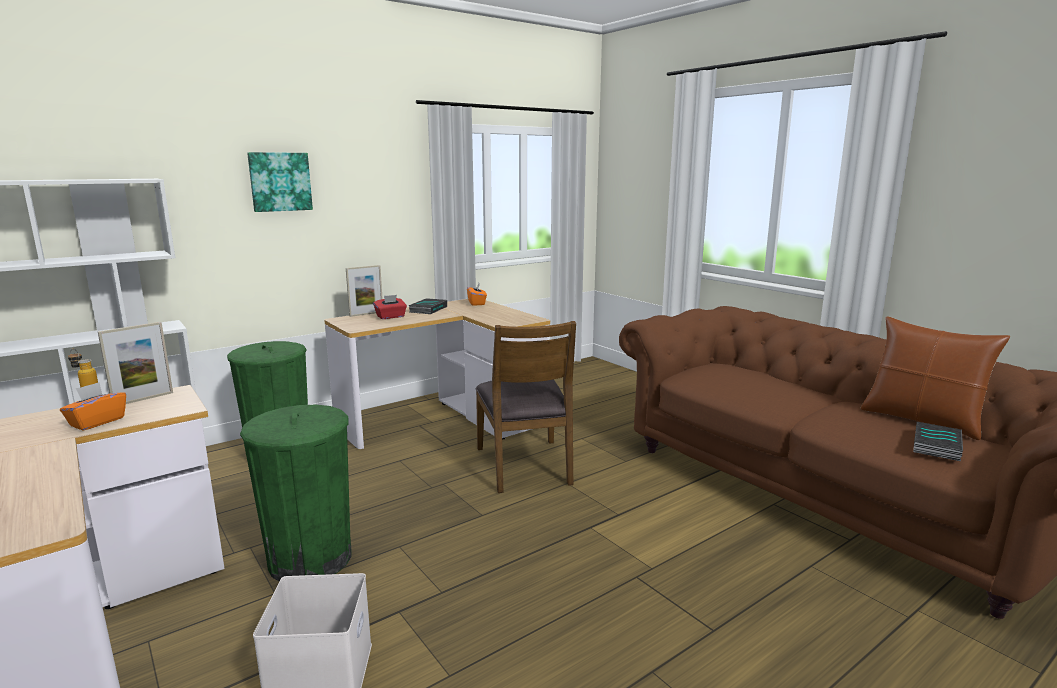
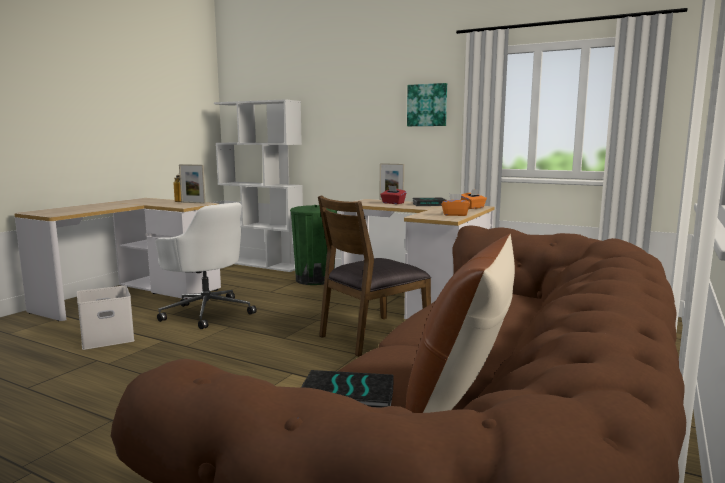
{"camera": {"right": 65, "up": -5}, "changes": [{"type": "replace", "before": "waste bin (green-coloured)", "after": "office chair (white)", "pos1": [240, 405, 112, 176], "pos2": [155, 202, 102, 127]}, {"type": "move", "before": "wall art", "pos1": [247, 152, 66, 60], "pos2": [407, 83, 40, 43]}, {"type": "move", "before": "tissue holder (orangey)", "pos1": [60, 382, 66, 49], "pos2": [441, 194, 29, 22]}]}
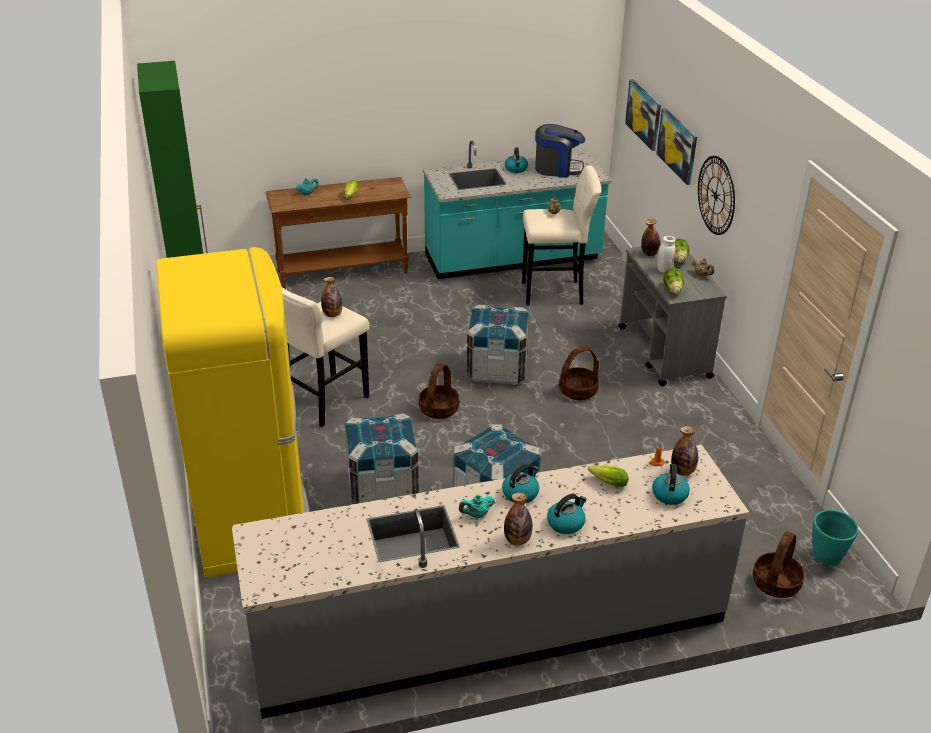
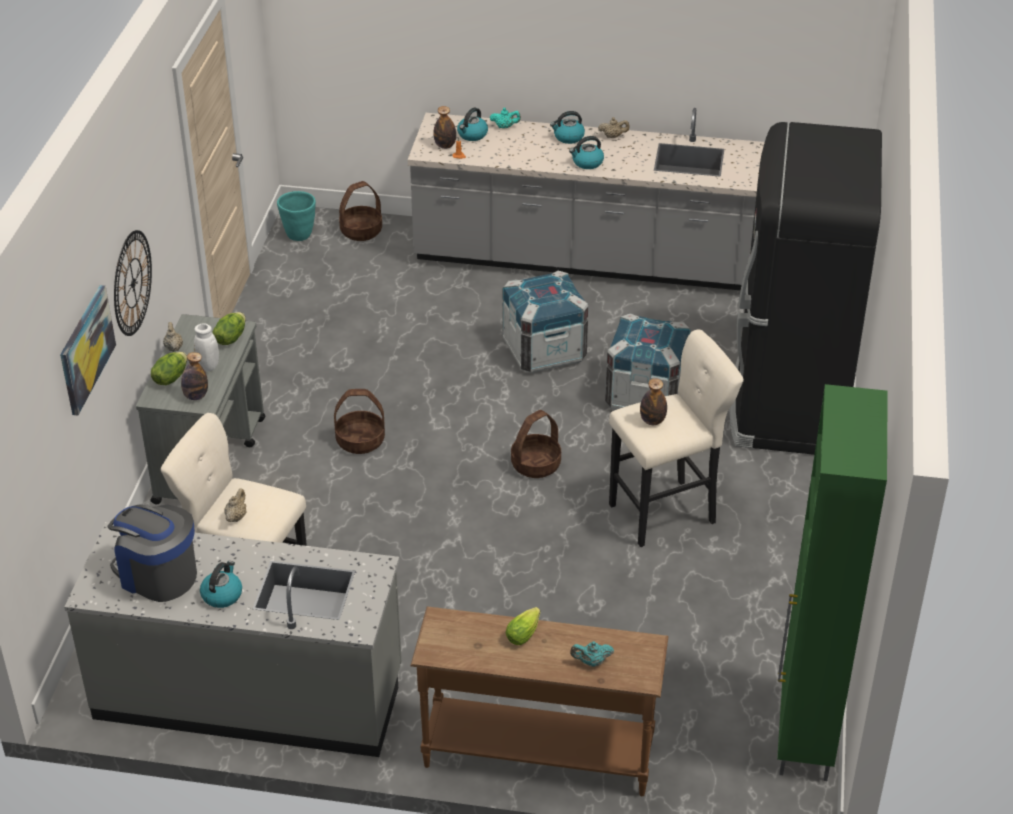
{"camera": {"right": -155, "up": 5}, "changes": [{"type": "recolor", "before": "kitchen base unit (turquoise-coloured)", "after": "kitchen base unit (gray)", "pos1": [423, 140, 189, 139], "pos2": [64, 522, 338, 235]}, {"type": "move", "before": "teapot (turquoise-coloured)", "pos1": [459, 495, 36, 23], "pos2": [490, 108, 31, 21]}, {"type": "replace", "before": "drink bottle", "after": "teapot (beige-coloured)", "pos1": [504, 493, 29, 52], "pos2": [598, 117, 32, 21]}, {"type": "recolor", "before": "refrigerator (yellow)", "after": "refrigerator (black-coloured)", "pos1": [156, 247, 153, 331], "pos2": [729, 122, 153, 333]}, {"type": "delete", "before": "packing crate", "pos1": [466, 305, 63, 80]}, {"type": "delete", "before": "head of lettuce", "pos1": [588, 465, 41, 22]}, {"type": "delete", "before": "wall art", "pos1": [625, 79, 36, 72]}]}
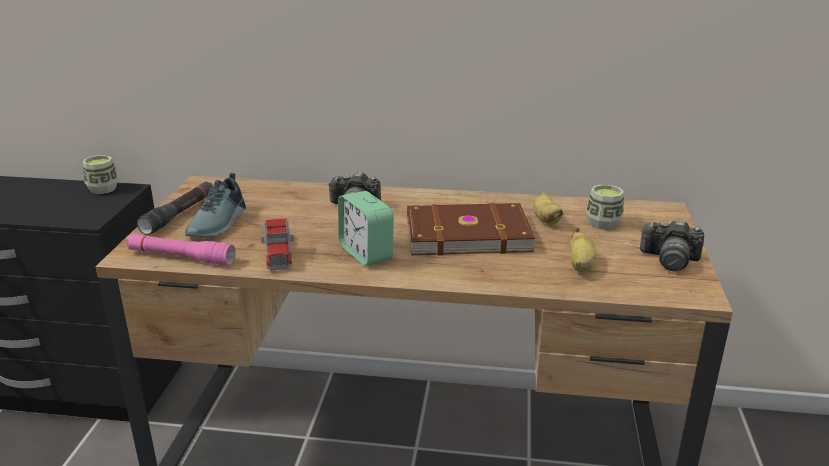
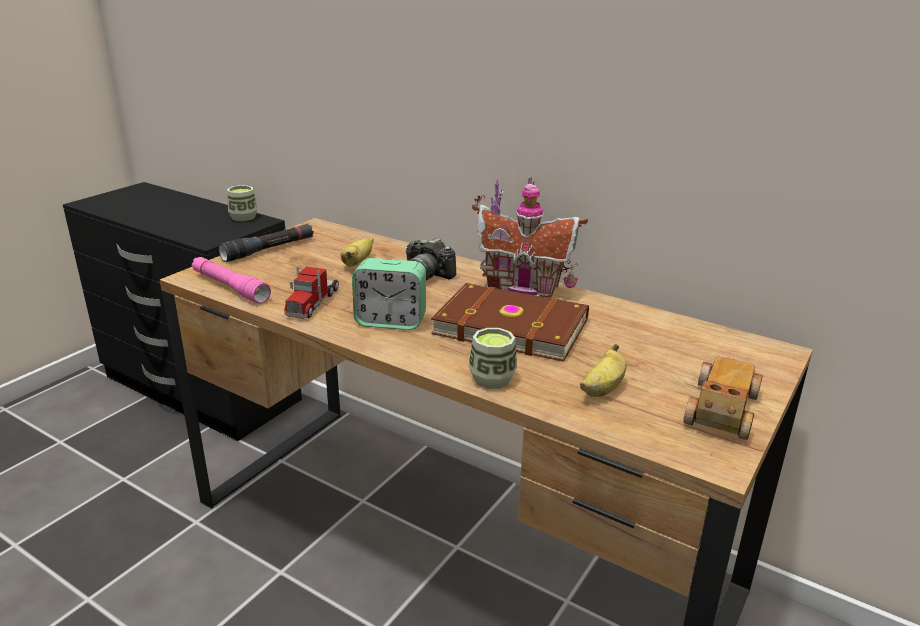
{"camera": {"right": 25, "up": 0}, "changes": [{"type": "move", "before": "banana fruit", "pos1": [533, 192, 30, 33], "pos2": [340, 238, 34, 29]}, {"type": "rotate", "before": "table clock", "pos1": [338, 191, 56, 75], "pos2": [352, 258, 74, 72], "turn": -75}, {"type": "move", "before": "drinking cup", "pos1": [586, 184, 38, 46], "pos2": [469, 328, 48, 61]}, {"type": "insert", "after": "toy house", "pos2": [472, 177, 116, 121]}, {"type": "replace", "before": "photo camera", "after": "model car", "pos1": [640, 219, 64, 52], "pos2": [684, 357, 79, 83]}, {"type": "delete", "before": "low shoe", "pos1": [185, 173, 61, 64]}]}
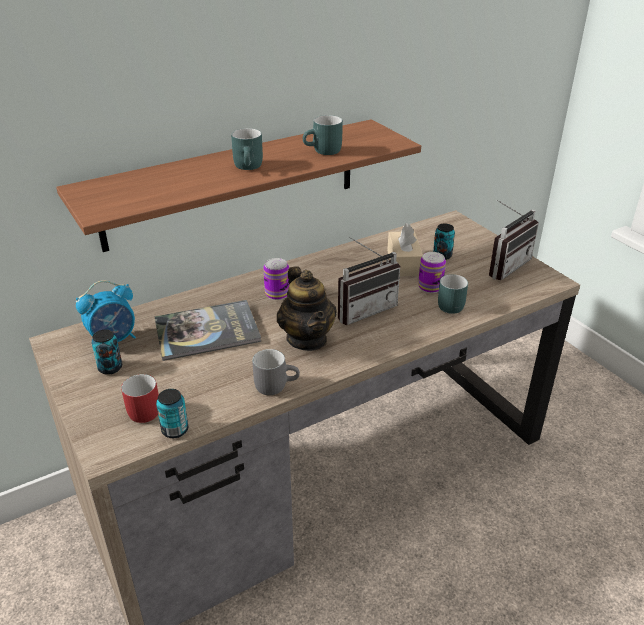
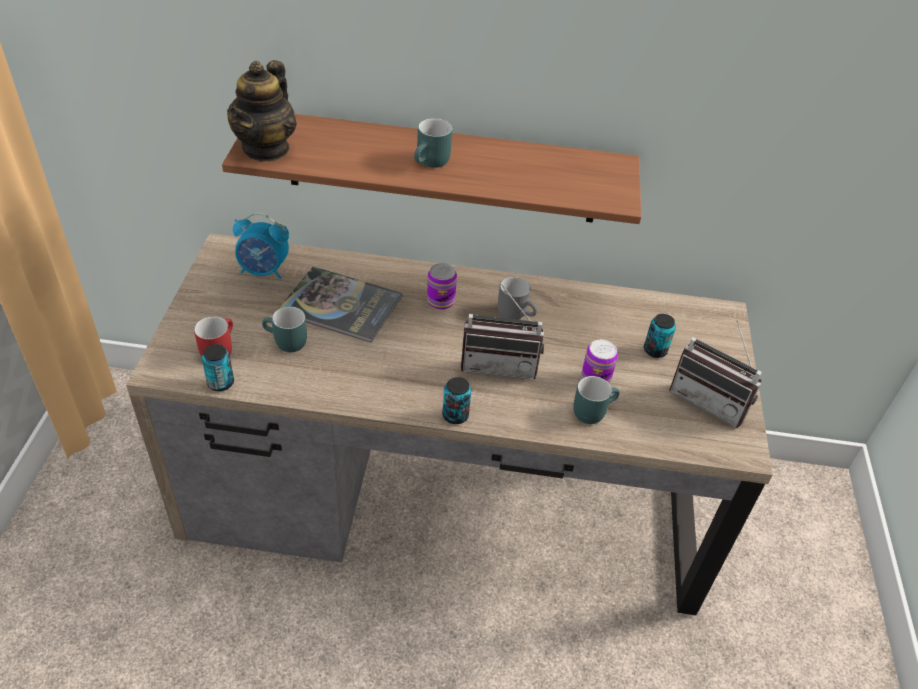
{"camera": {"right": 35, "up": 10}, "changes": [{"type": "move", "before": "teapot", "pos1": [277, 266, 60, 85], "pos2": [227, 60, 70, 101]}, {"type": "move", "before": "tea mug (turquoise-coloured)", "pos1": [303, 115, 40, 40], "pos2": [262, 306, 45, 46]}, {"type": "move", "before": "can", "pos1": [91, 329, 31, 46], "pos2": [442, 377, 29, 47]}, {"type": "move", "before": "tea mug (gray)", "pos1": [252, 349, 48, 46], "pos2": [498, 277, 39, 43]}, {"type": "rotate", "before": "radio receiver", "pos1": [489, 200, 50, 80], "pos2": [669, 320, 93, 108], "turn": 45}, {"type": "delete", "before": "tissue holder (beige-coloured)", "pos1": [387, 223, 36, 53]}]}
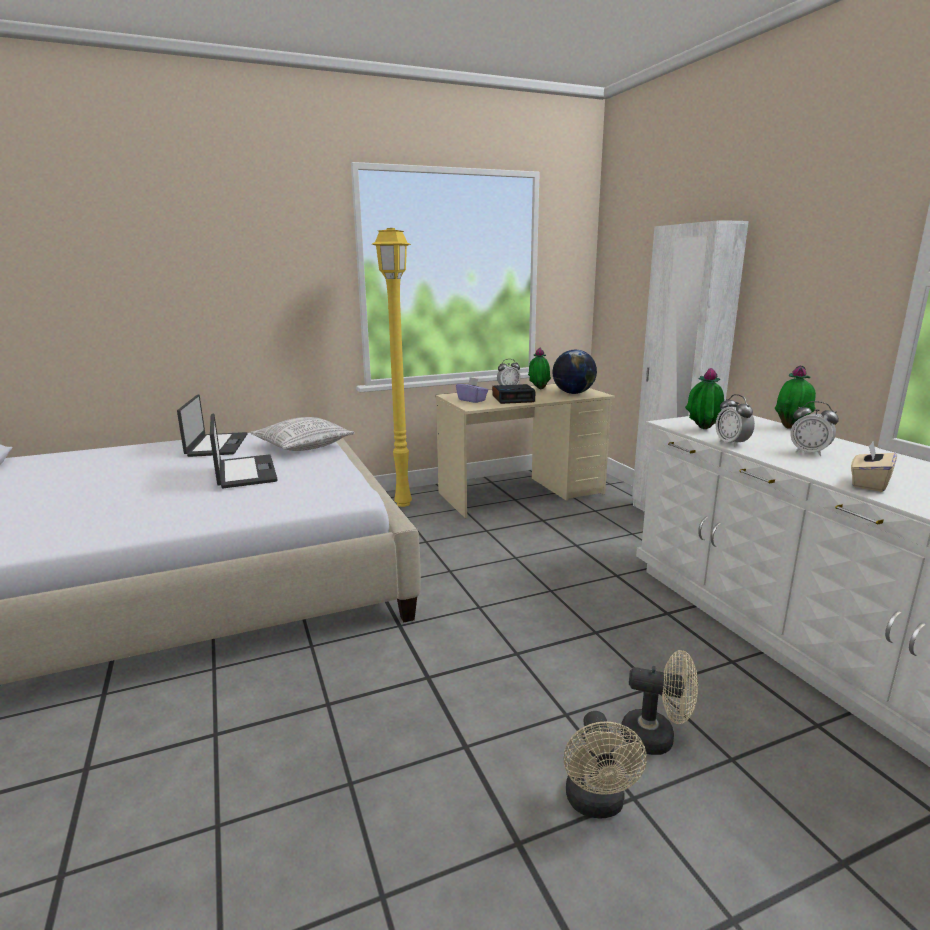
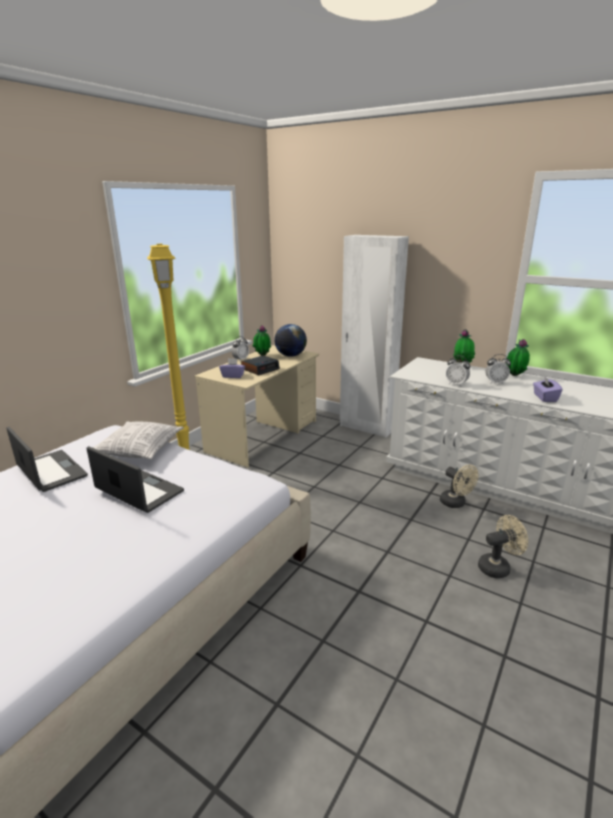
{"camera": {"right": -35, "up": 5}, "changes": [{"type": "move", "before": "fan (beige-coloured)", "pos1": [564, 711, 83, 108], "pos2": [440, 465, 39, 43]}, {"type": "move", "before": "houseplant", "pos1": [685, 368, 39, 61], "pos2": [506, 339, 24, 37]}, {"type": "recolor", "before": "tissue holder (beige-coloured)", "after": "tissue holder (purple-coloured)", "pos1": [851, 441, 46, 51], "pos2": [533, 376, 29, 26]}]}
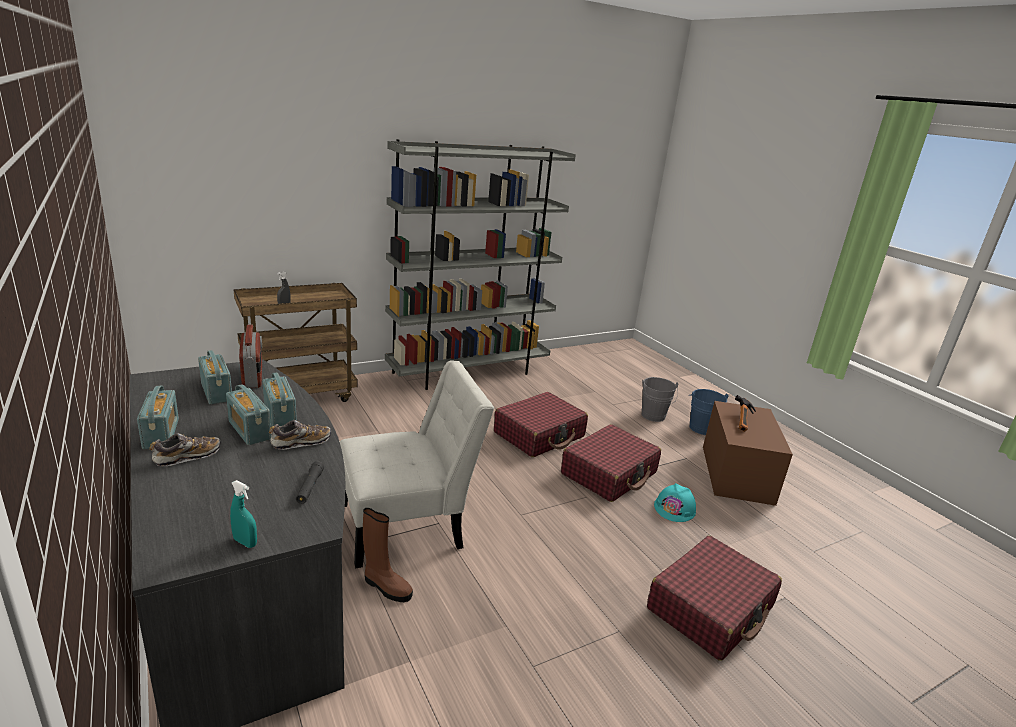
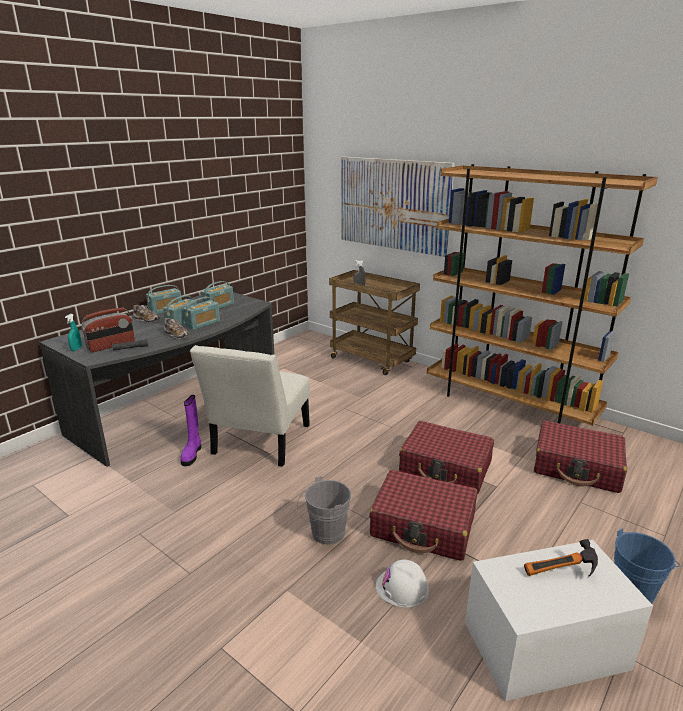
{"camera": {"right": 70, "up": 0}, "changes": [{"type": "move", "before": "radio receiver", "pos1": [239, 324, 23, 64], "pos2": [81, 308, 54, 44]}, {"type": "recolor", "before": "high-top boot (brown-coloured)", "after": "high-top boot (purple-coloured)", "pos1": [363, 508, 50, 94], "pos2": [180, 395, 21, 71]}, {"type": "rotate", "before": "chair (white)", "pos1": [339, 360, 155, 208], "pos2": [190, 345, 120, 122], "turn": 60}, {"type": "move", "before": "pail (gray)", "pos1": [641, 377, 38, 45], "pos2": [297, 476, 54, 69]}, {"type": "insert", "after": "wall art", "pos2": [341, 157, 114, 100]}, {"type": "recolor", "before": "safety helmet (turquoise-coloured)", "after": "safety helmet (white)", "pos1": [654, 483, 42, 39], "pos2": [376, 560, 53, 48]}, {"type": "recolor", "before": "bookcase (gray)", "after": "bookcase (brown-coloured)", "pos1": [385, 139, 191, 251], "pos2": [427, 164, 231, 262]}, {"type": "recolor", "before": "storage bin (brown-coloured)", "after": "storage bin (white)", "pos1": [703, 401, 90, 105], "pos2": [465, 540, 188, 161]}, {"type": "move", "before": "piece of luggage (red-coloured)", "pos1": [647, 536, 135, 125], "pos2": [534, 420, 93, 73]}]}
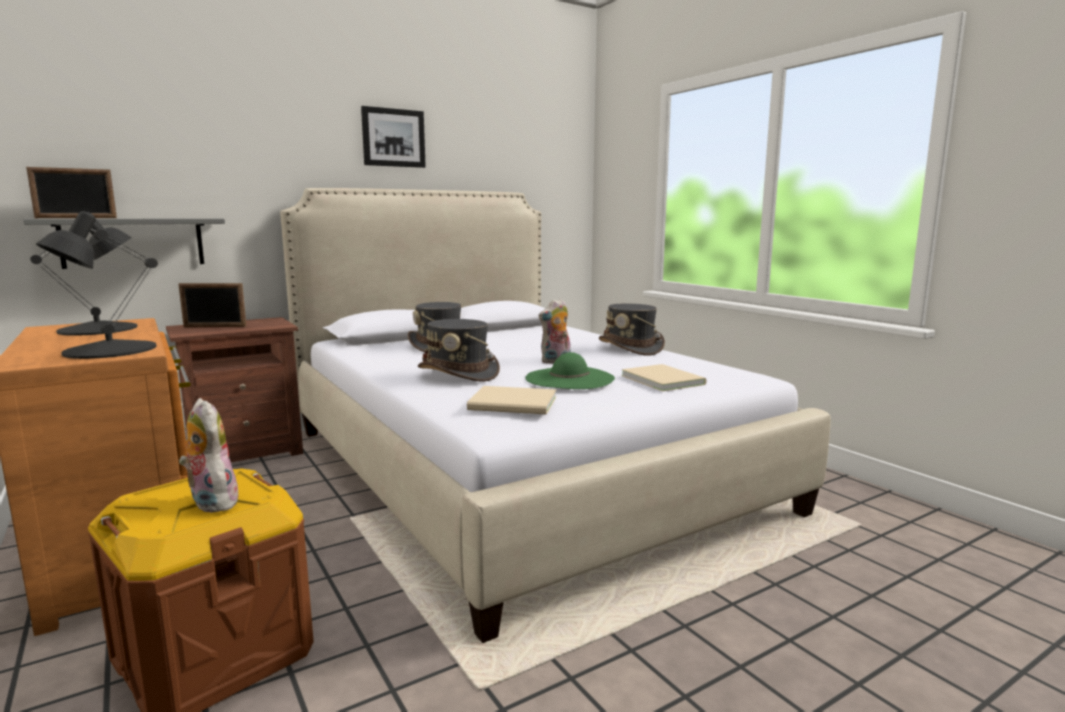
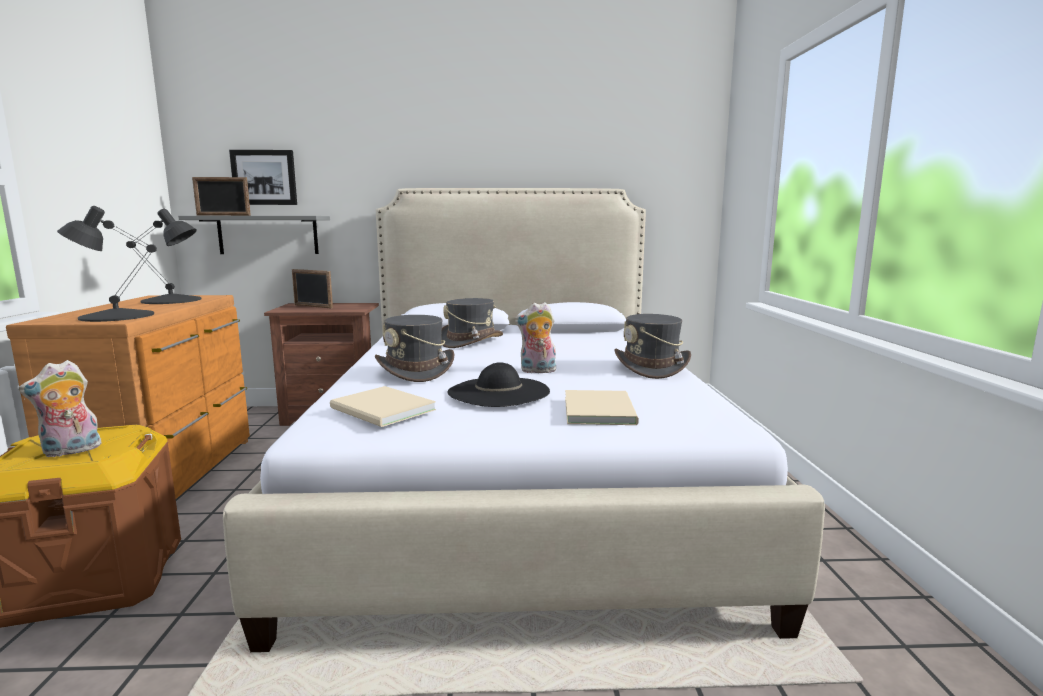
{"camera": {"right": 30, "up": 0}, "changes": [{"type": "rotate", "before": "soft toy", "pos1": [179, 398, 59, 115], "pos2": [19, 360, 83, 97], "turn": -120}, {"type": "move", "before": "wall art", "pos1": [361, 106, 65, 62], "pos2": [229, 150, 68, 55]}, {"type": "recolor", "before": "hat (green-coloured)", "after": "hat (black-coloured)", "pos1": [525, 352, 90, 37], "pos2": [448, 362, 102, 45]}]}
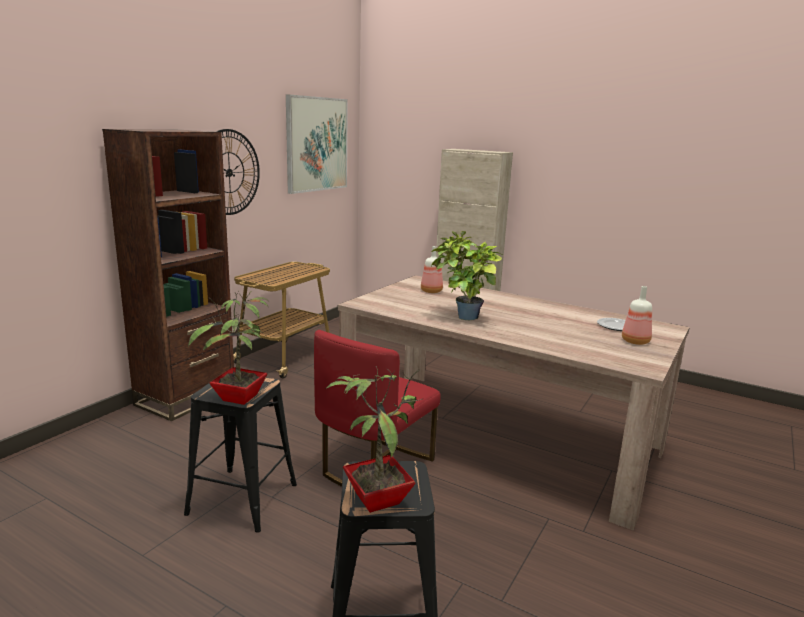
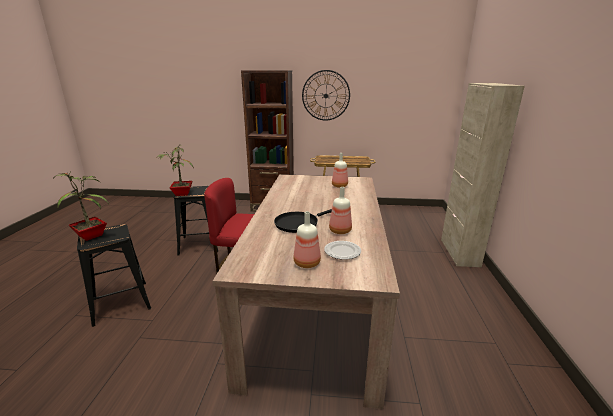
{"camera": {"right": 65, "up": 5}, "changes": [{"type": "insert", "after": "frying pan (black-coloured)", "pos2": [274, 209, 58, 24]}, {"type": "insert", "after": "drink bottle", "pos2": [329, 187, 23, 47]}, {"type": "delete", "before": "wall art", "pos1": [286, 94, 62, 100]}, {"type": "delete", "before": "houseplant", "pos1": [431, 231, 71, 89]}]}
